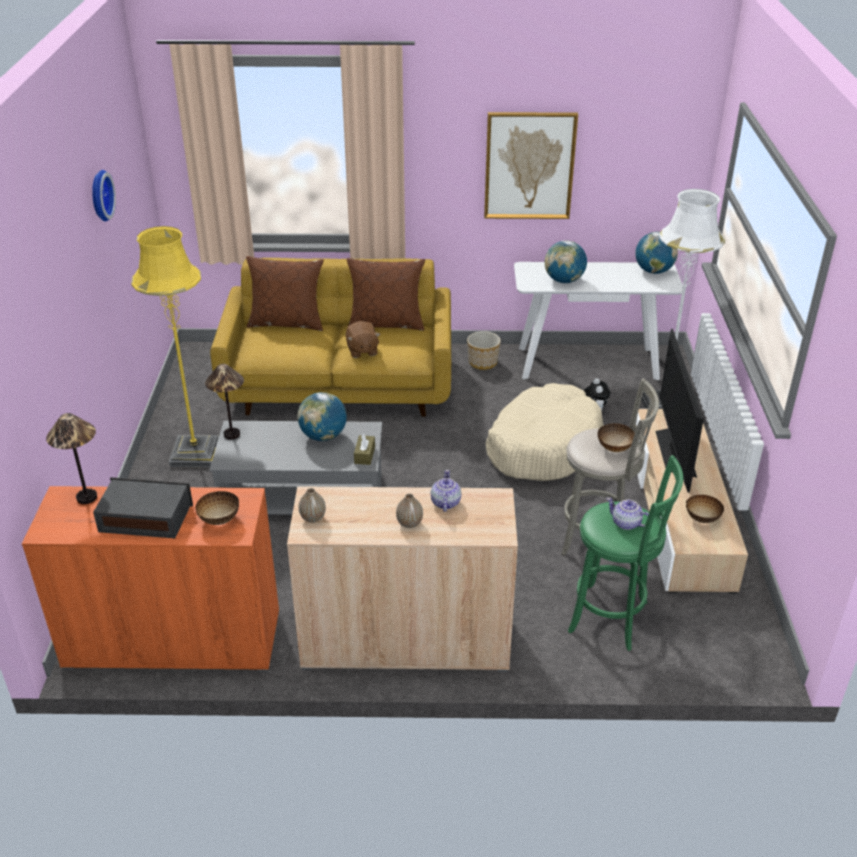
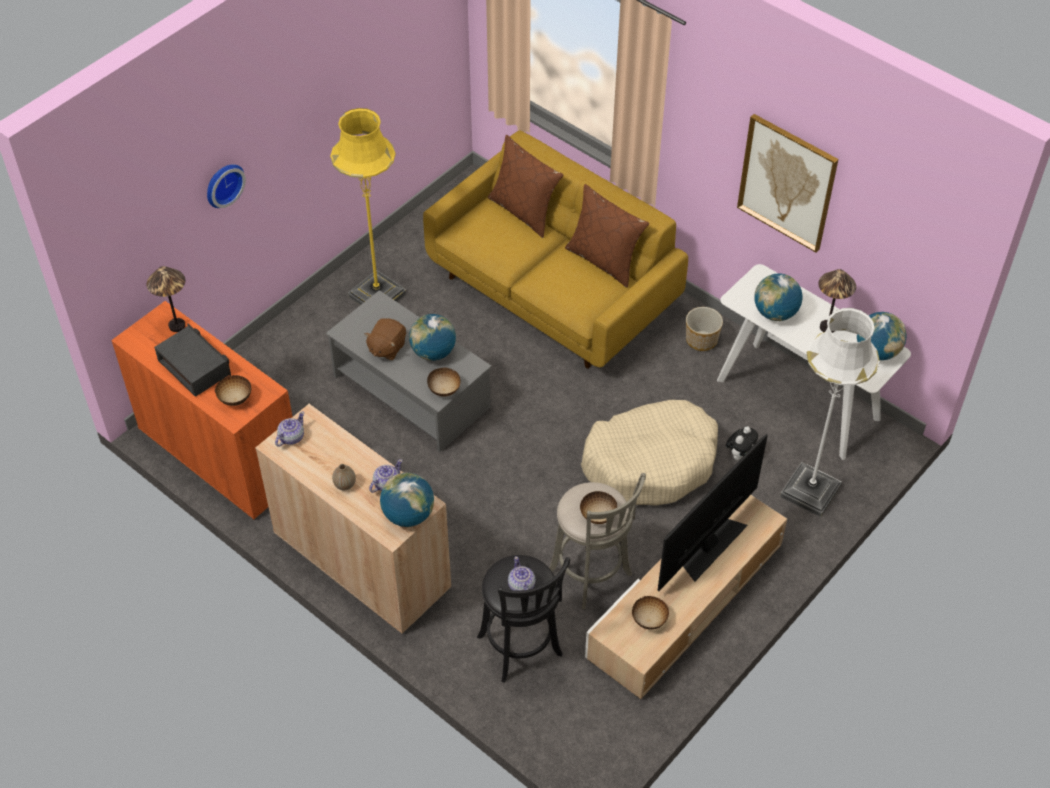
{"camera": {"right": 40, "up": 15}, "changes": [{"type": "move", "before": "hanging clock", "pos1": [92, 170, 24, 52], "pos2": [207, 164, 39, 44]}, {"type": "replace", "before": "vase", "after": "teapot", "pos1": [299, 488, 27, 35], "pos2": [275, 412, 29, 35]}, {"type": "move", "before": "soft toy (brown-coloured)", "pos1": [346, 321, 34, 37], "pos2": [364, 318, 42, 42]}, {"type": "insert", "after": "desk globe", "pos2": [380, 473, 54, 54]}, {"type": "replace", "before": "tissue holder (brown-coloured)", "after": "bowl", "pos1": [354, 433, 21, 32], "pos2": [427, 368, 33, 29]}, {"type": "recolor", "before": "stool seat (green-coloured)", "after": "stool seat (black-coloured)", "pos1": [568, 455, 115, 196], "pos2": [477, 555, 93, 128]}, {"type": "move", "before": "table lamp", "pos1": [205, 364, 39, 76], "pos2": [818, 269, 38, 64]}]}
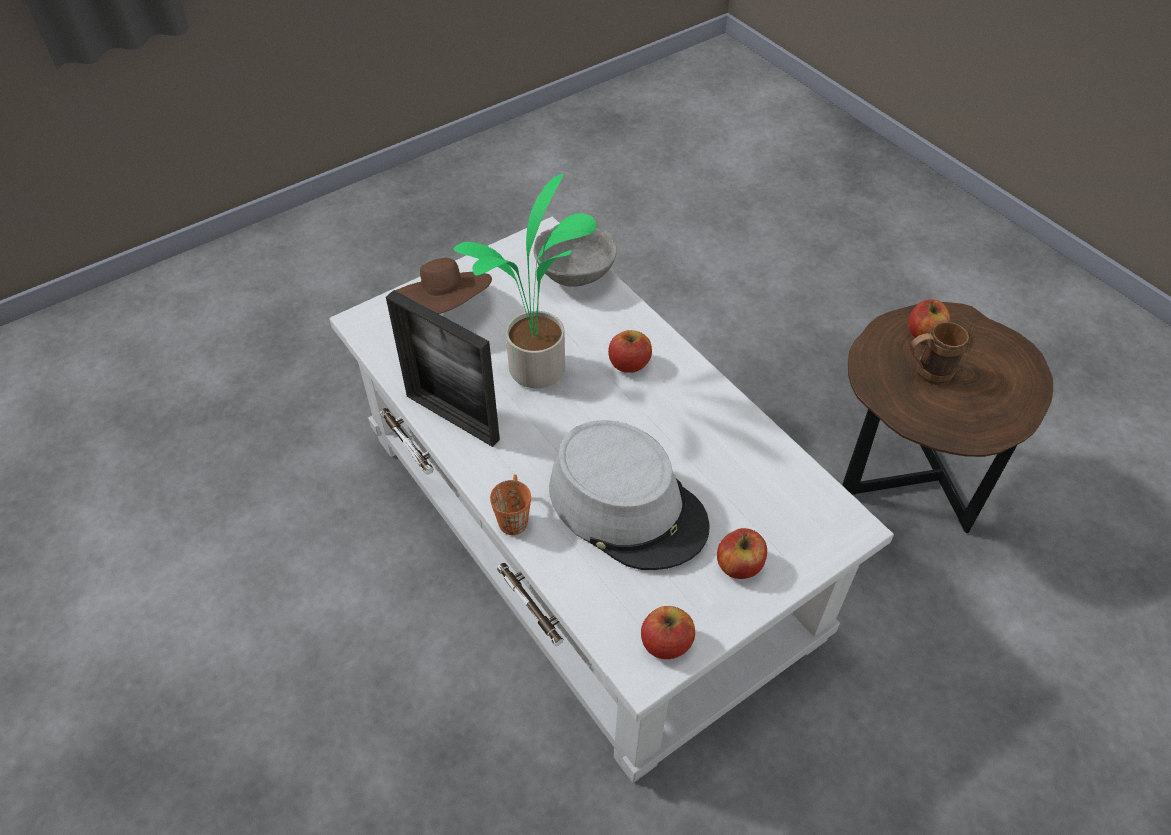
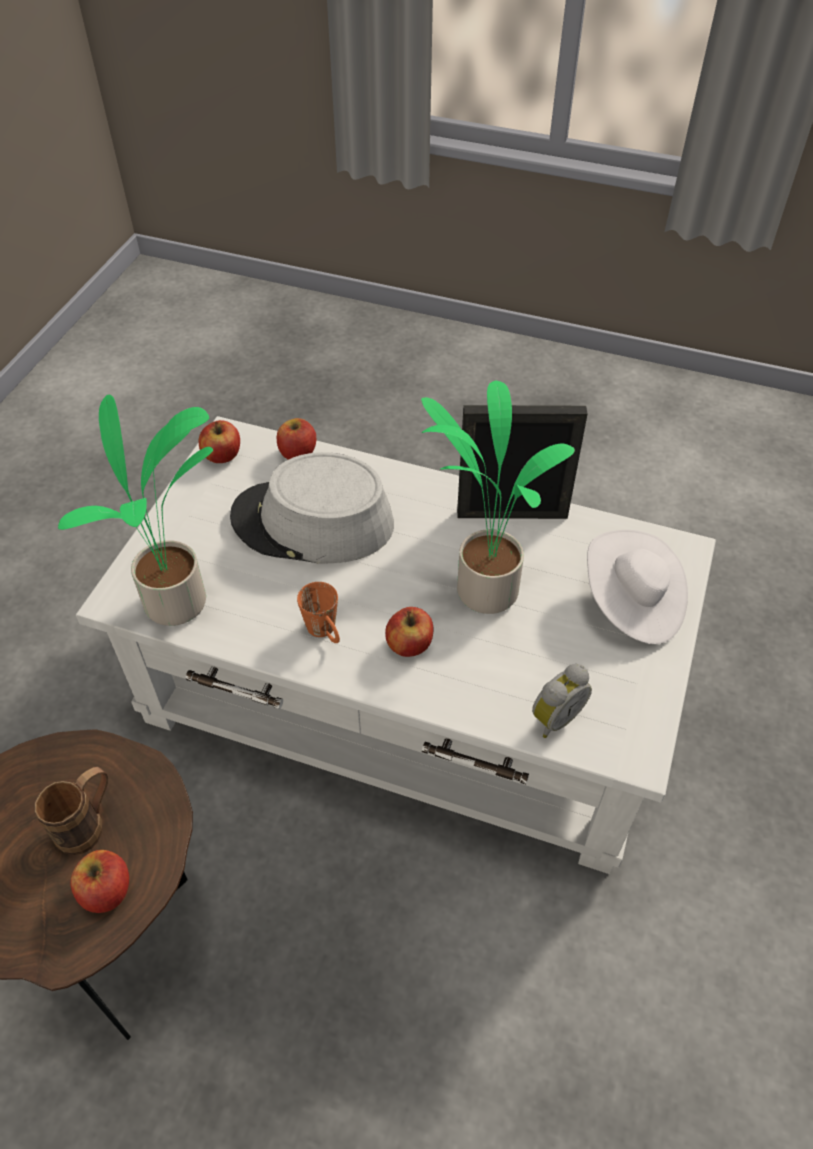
{"camera": {"right": 145, "up": 0}, "changes": [{"type": "insert", "after": "houseplant", "pos2": [58, 395, 155, 231]}, {"type": "move", "before": "apple", "pos1": [717, 528, 50, 51], "pos2": [277, 418, 39, 42]}, {"type": "move", "before": "tea mug (orangey)", "pos1": [490, 474, 41, 61], "pos2": [297, 582, 43, 61]}, {"type": "replace", "before": "bowl (gray)", "after": "table clock", "pos1": [533, 224, 84, 63], "pos2": [532, 664, 60, 74]}, {"type": "recolor", "before": "hat (brown-coloured)", "after": "hat (white)", "pos1": [395, 258, 97, 56], "pos2": [587, 530, 101, 114]}]}
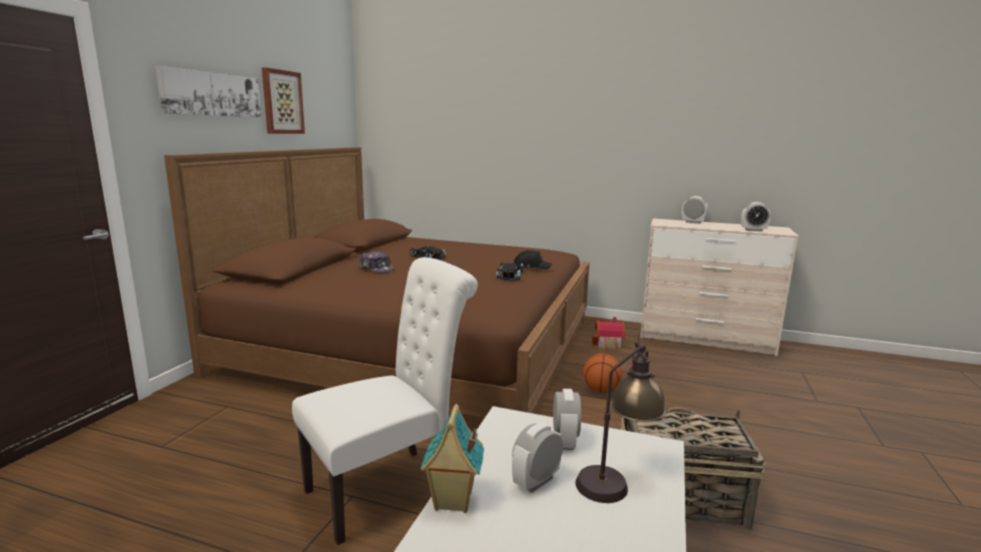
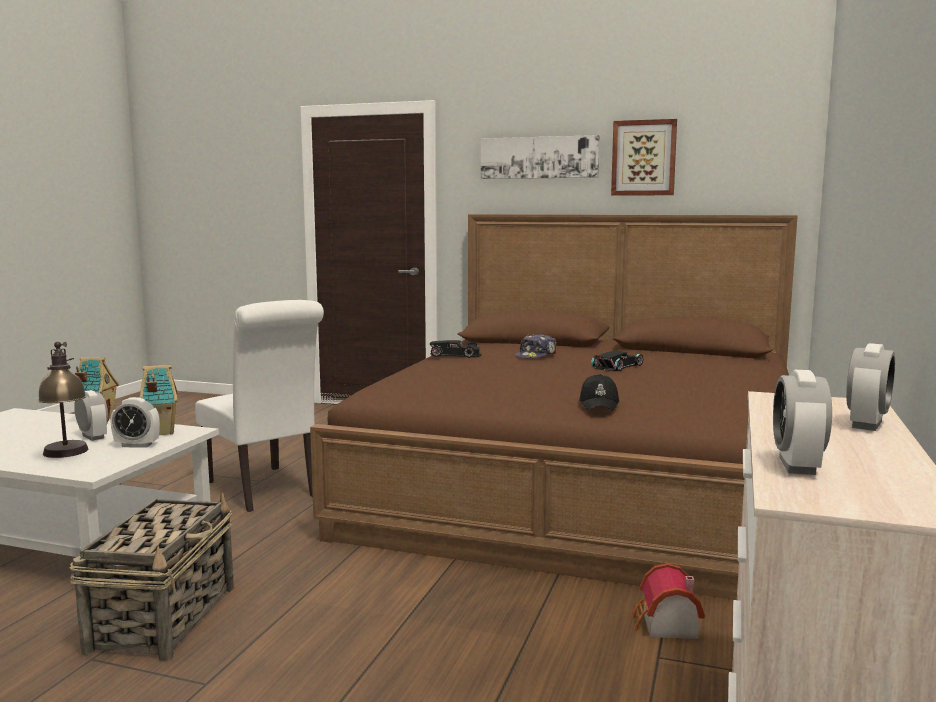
{"camera": {"right": 90, "up": -5}, "changes": [{"type": "insert", "after": "toy house", "pos2": [140, 365, 37, 70]}, {"type": "move", "before": "model car (black-coloured)", "pos1": [496, 262, 27, 19], "pos2": [430, 340, 52, 18]}, {"type": "delete", "before": "basketball ball", "pos1": [583, 354, 39, 39]}]}
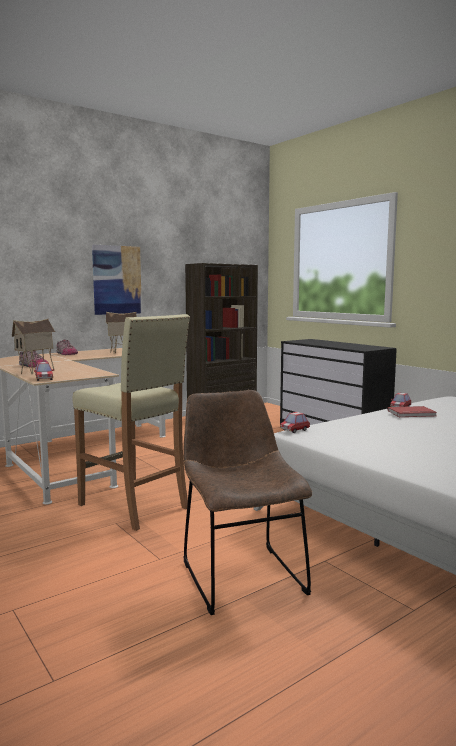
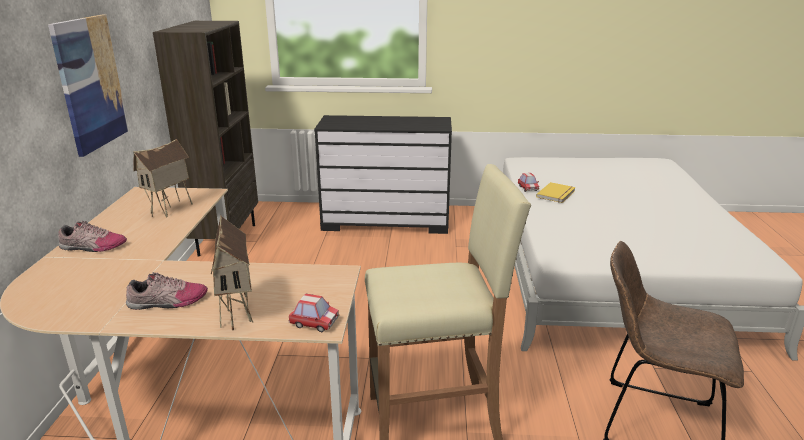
{"camera": {"right": -50, "up": 15}, "changes": [{"type": "recolor", "before": "book (red-coloured)", "after": "book (yellow)", "pos1": [388, 406, 49, 11], "pos2": [536, 182, 40, 21]}, {"type": "delete", "before": "model car", "pos1": [280, 412, 30, 21]}]}
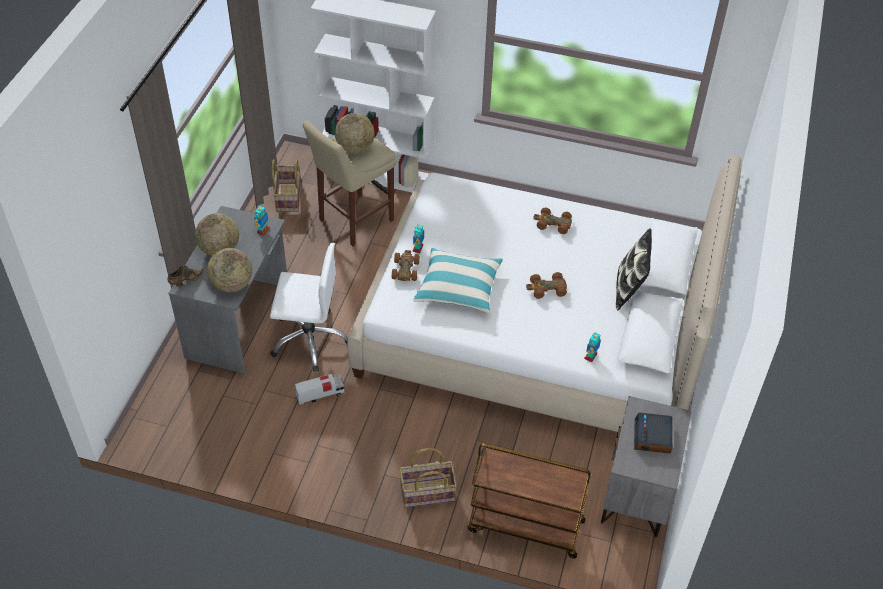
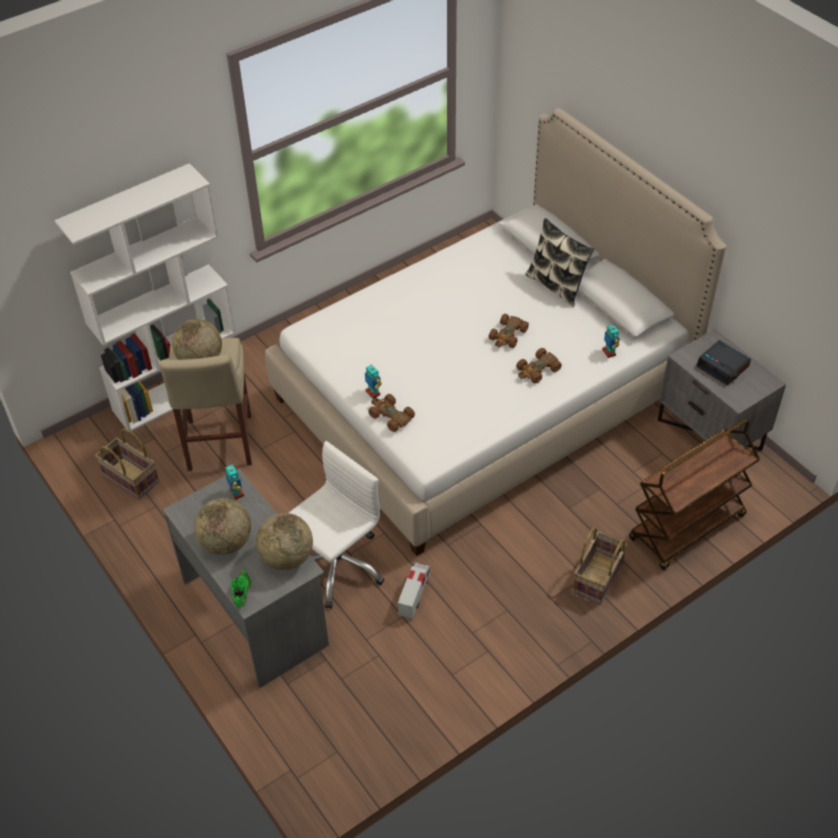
{"camera": {"right": -50, "up": 0}, "changes": [{"type": "recolor", "before": "low shoe (brown-coloured)", "after": "low shoe (green-coloured)", "pos1": [168, 266, 36, 21], "pos2": [231, 567, 20, 41]}, {"type": "move", "before": "model car (brown-coloured)", "pos1": [533, 207, 39, 27], "pos2": [516, 348, 46, 36]}, {"type": "delete", "before": "pillow", "pos1": [413, 248, 90, 65]}]}
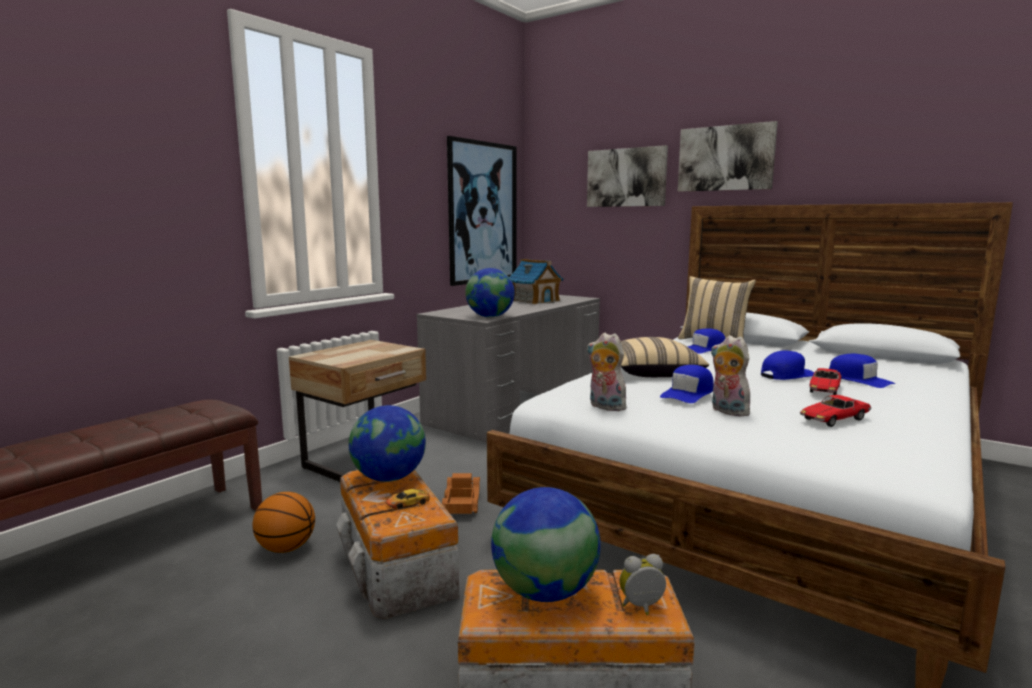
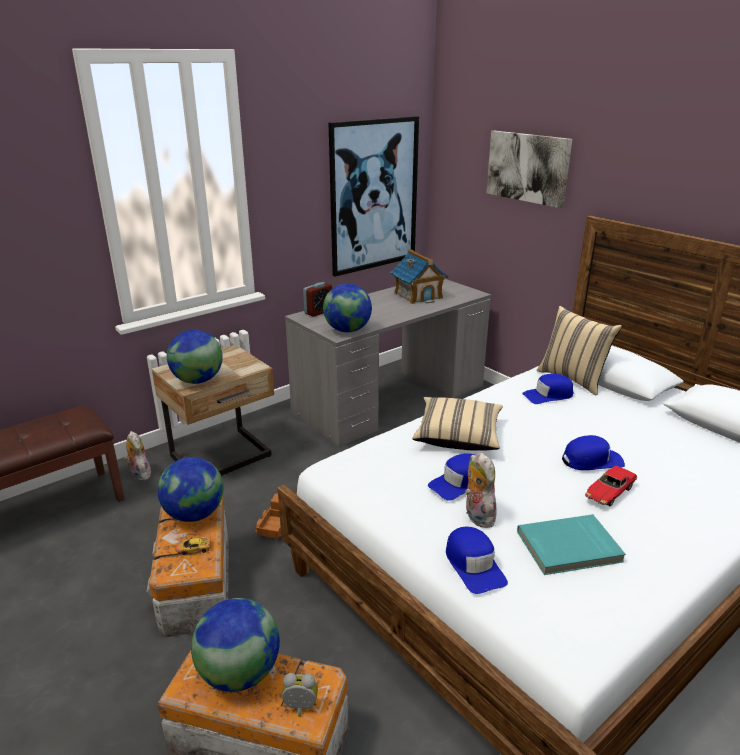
{"camera": {"right": 15, "up": 15}, "changes": [{"type": "move", "before": "soft toy", "pos1": [587, 333, 39, 78], "pos2": [124, 431, 27, 50]}, {"type": "insert", "after": "desk globe", "pos2": [167, 330, 56, 54]}, {"type": "insert", "after": "table clock", "pos2": [303, 282, 29, 35]}, {"type": "move", "before": "cap (bluish)", "pos1": [829, 354, 67, 34], "pos2": [446, 527, 62, 67]}, {"type": "replace", "before": "model car", "after": "book (turquoise-coloured)", "pos1": [800, 395, 71, 32], "pos2": [517, 514, 109, 61]}, {"type": "delete", "before": "basketball ball", "pos1": [252, 492, 63, 61]}, {"type": "delete", "before": "wall art", "pos1": [678, 121, 100, 71]}]}
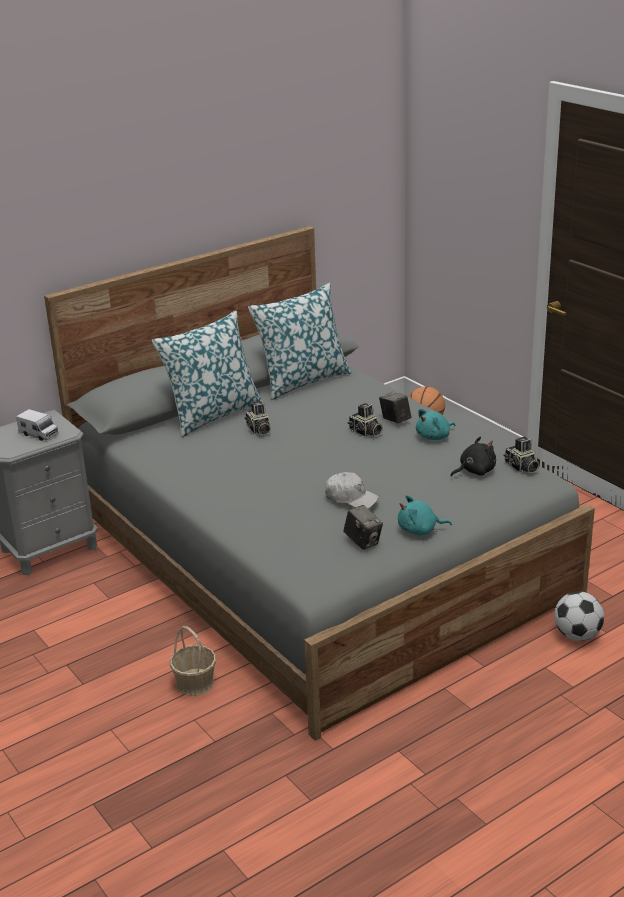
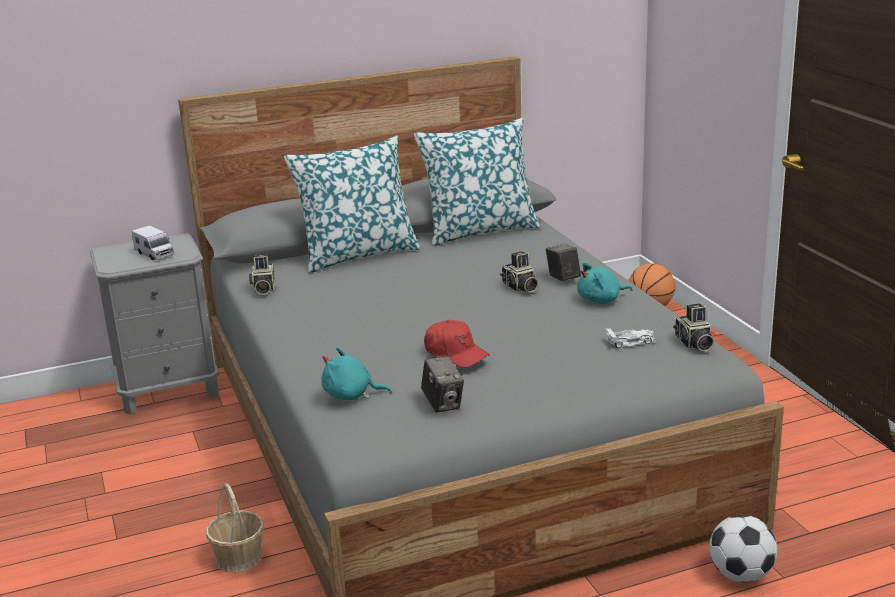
{"camera": {"right": 15, "up": -5}, "changes": [{"type": "move", "before": "photo camera", "pos1": [245, 401, 26, 34], "pos2": [249, 254, 26, 41]}, {"type": "move", "before": "soft toy (turquoise-coloured)", "pos1": [398, 495, 54, 40], "pos2": [321, 347, 71, 53]}, {"type": "recolor", "before": "cap (white)", "after": "cap (red-coloured)", "pos1": [325, 472, 54, 37], "pos2": [424, 320, 66, 48]}, {"type": "replace", "before": "soft toy (black-coloured)", "after": "model car (white)", "pos1": [450, 436, 46, 41], "pos2": [605, 327, 51, 21]}]}
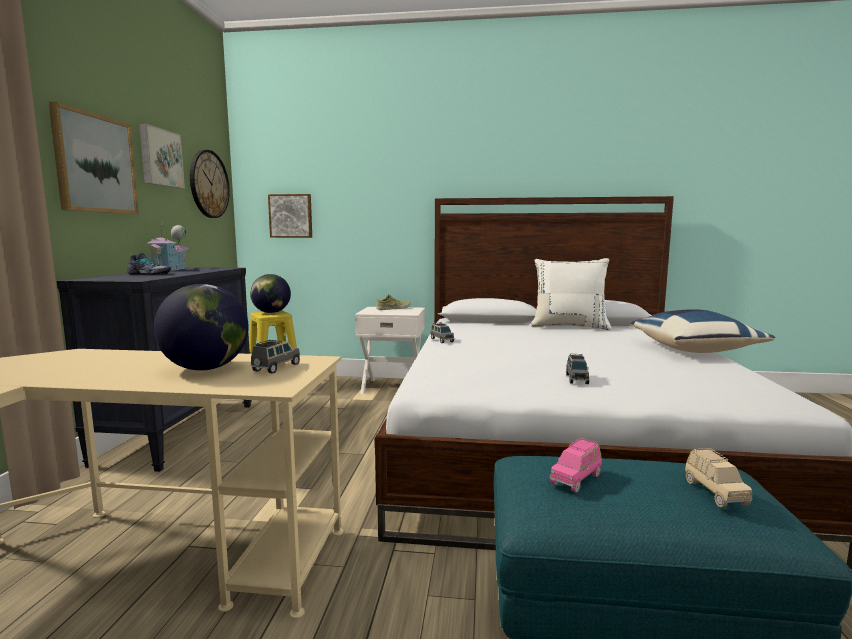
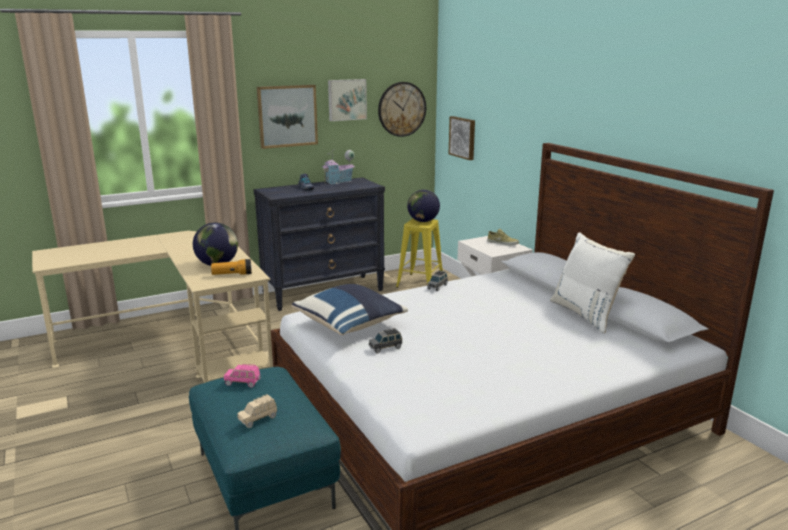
{"camera": {"right": 55, "up": 10}, "changes": [{"type": "replace", "before": "model car (gray)", "after": "torch", "pos1": [251, 340, 49, 34], "pos2": [211, 259, 41, 16]}, {"type": "move", "before": "pillow (bluish)", "pos1": [630, 309, 145, 44], "pos2": [292, 284, 116, 51]}]}
